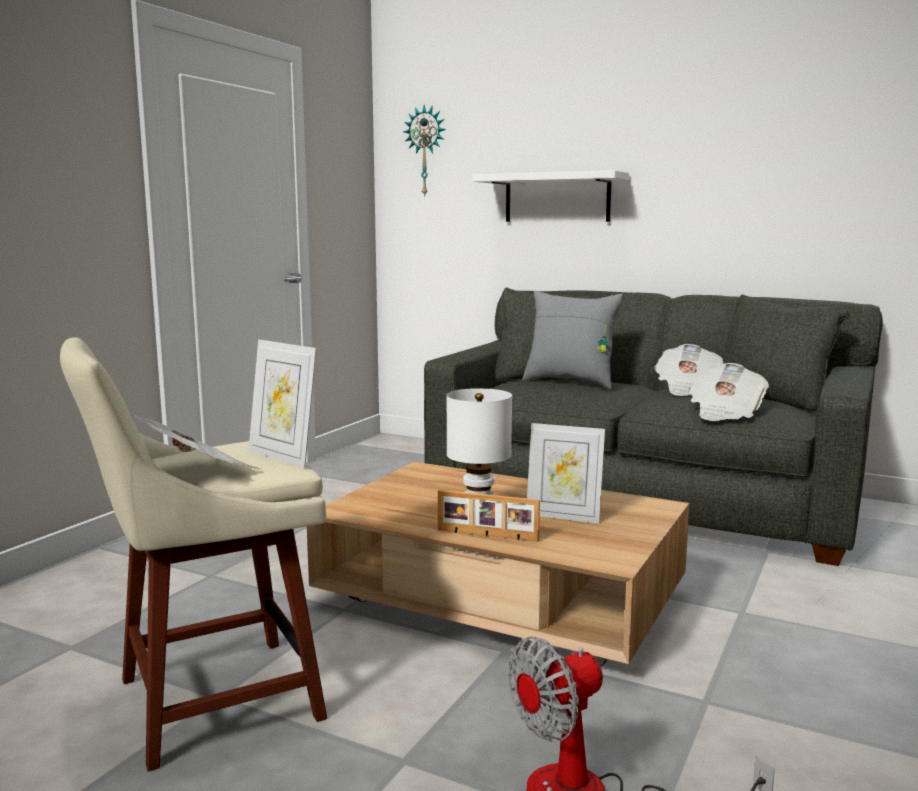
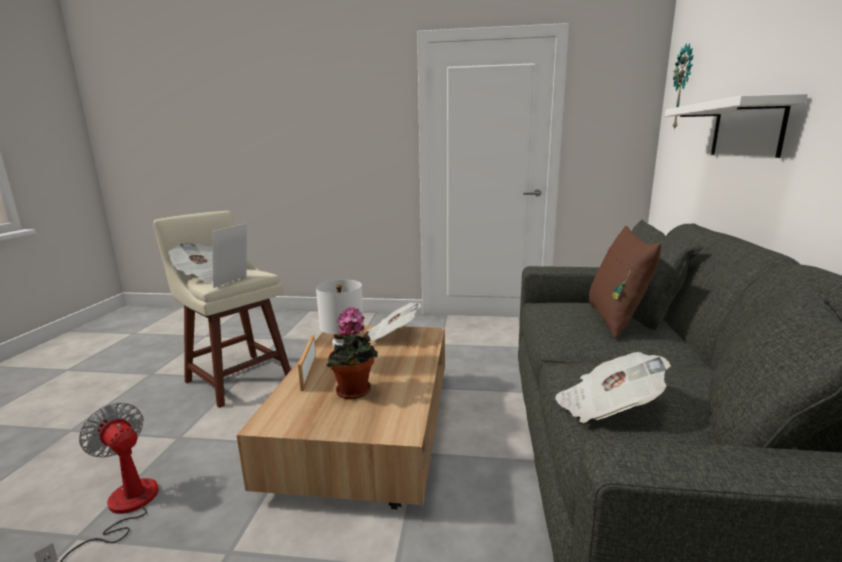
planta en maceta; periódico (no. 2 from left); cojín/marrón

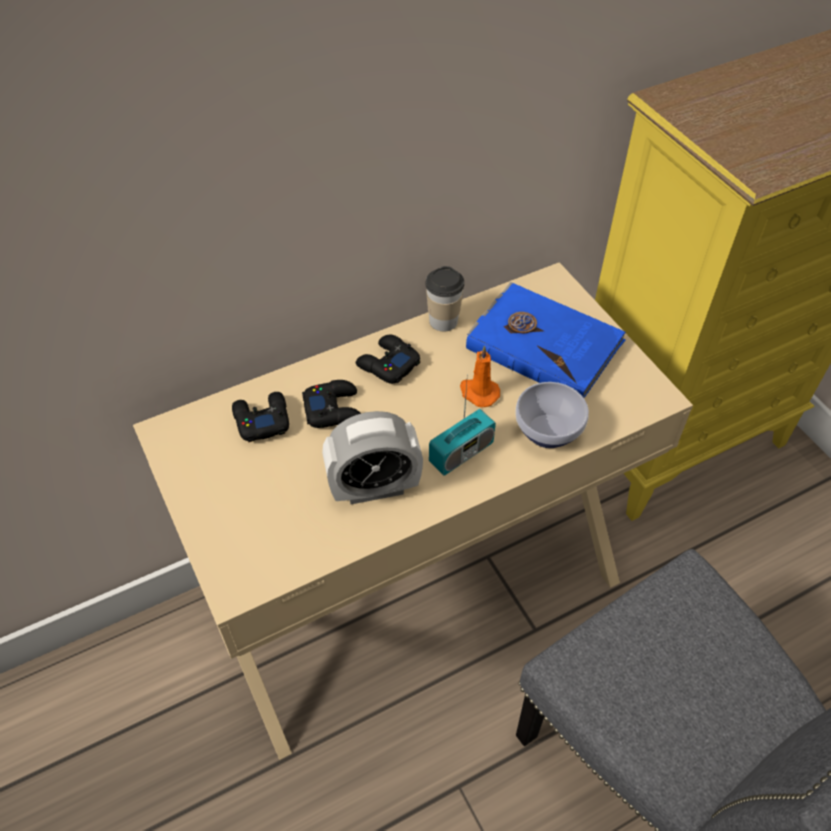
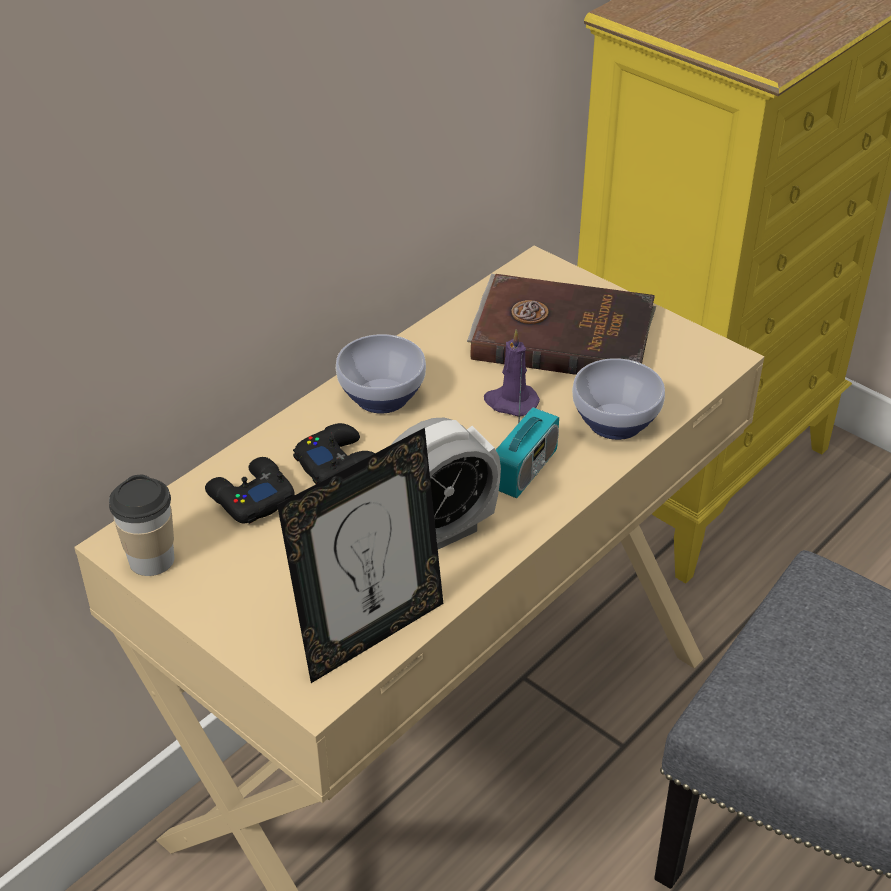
taza; portarretratos; cuenco (no. 1 from left); libro/marrón; vela/morado

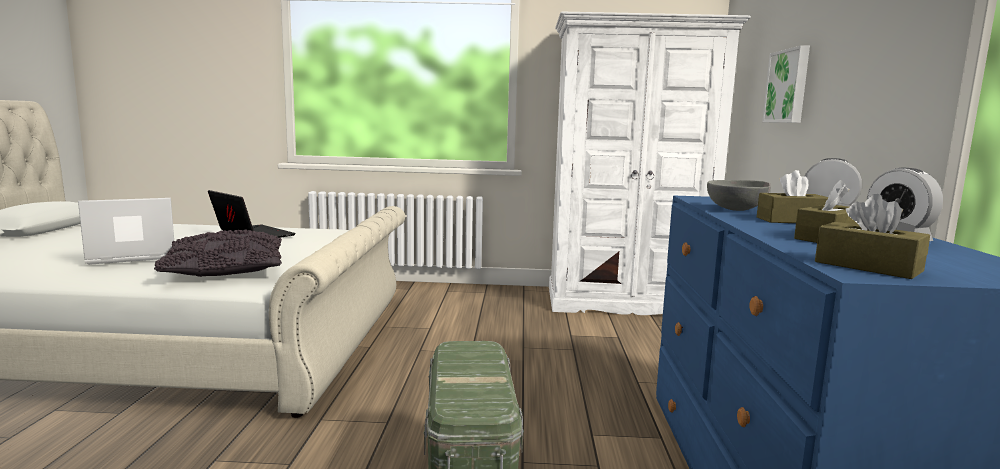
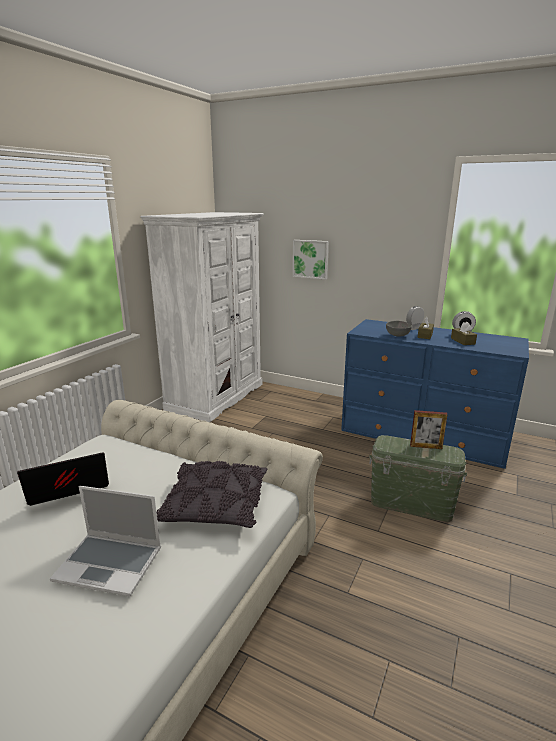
portátil (no. 2 from left); portarretratos; caja de pañuelos/marrón (no. 3 from left in the first image)

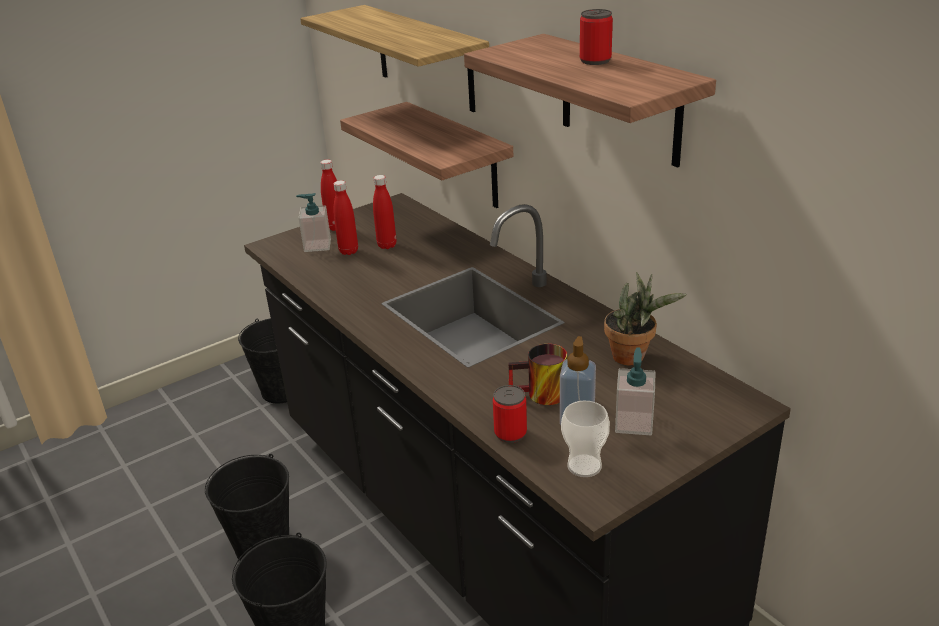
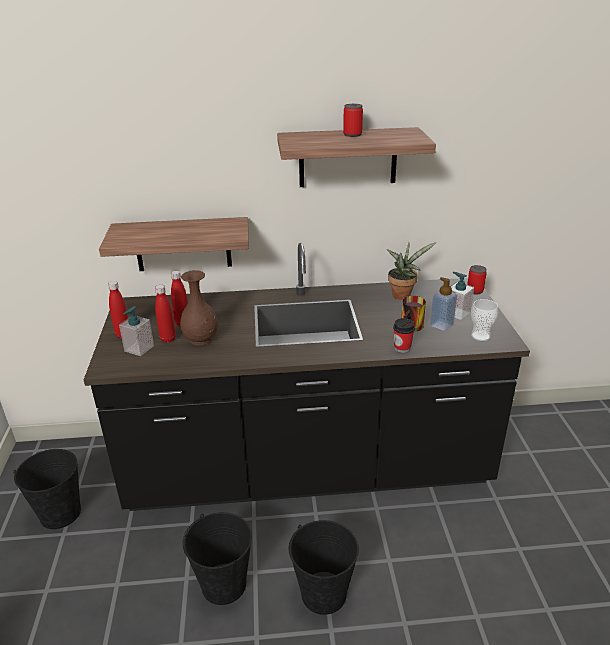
florero/marrón; taza (no. 1 from left); lata (no. 2 from left); estante (no. 1 from left in the first image)

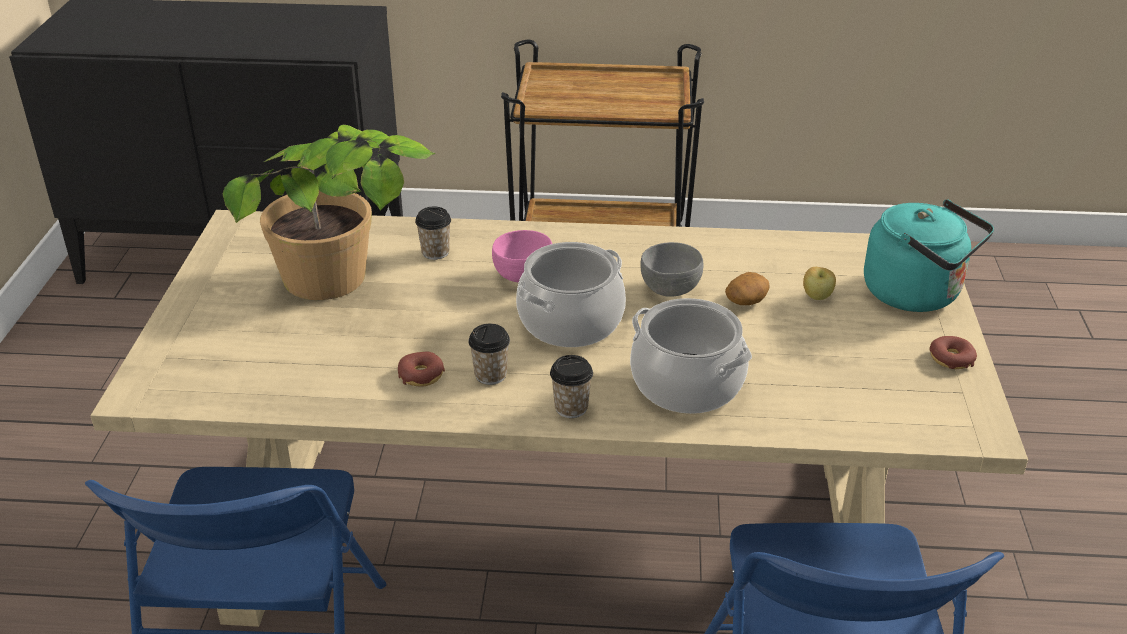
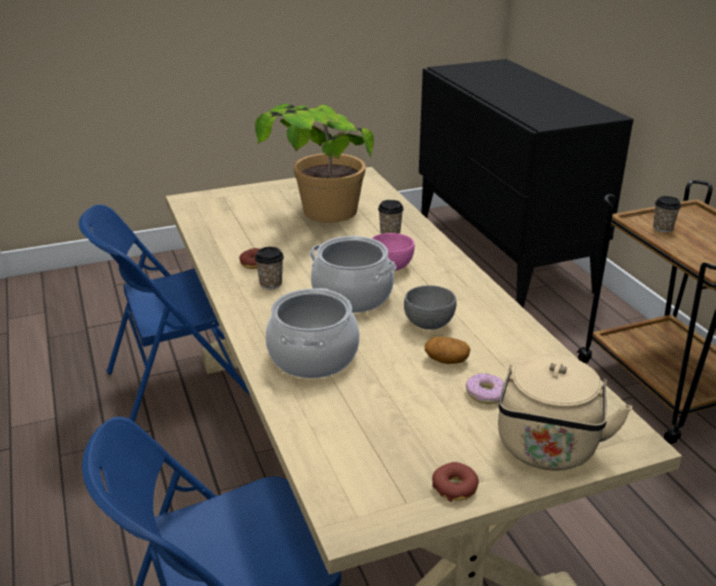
rosquilla (no. 3 from left); hervidor/beis; taza (no. 3 from left)

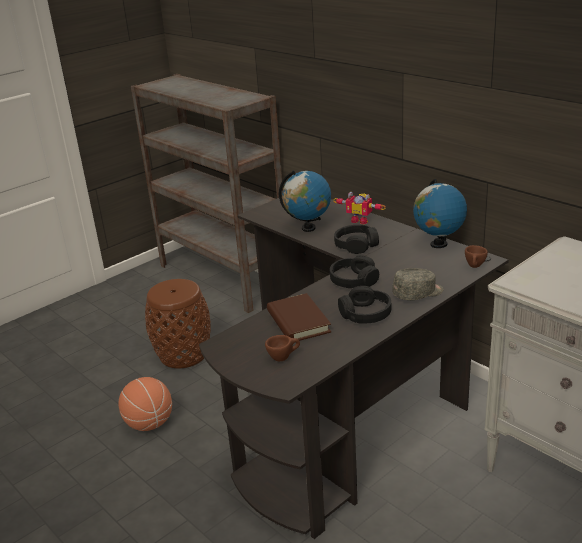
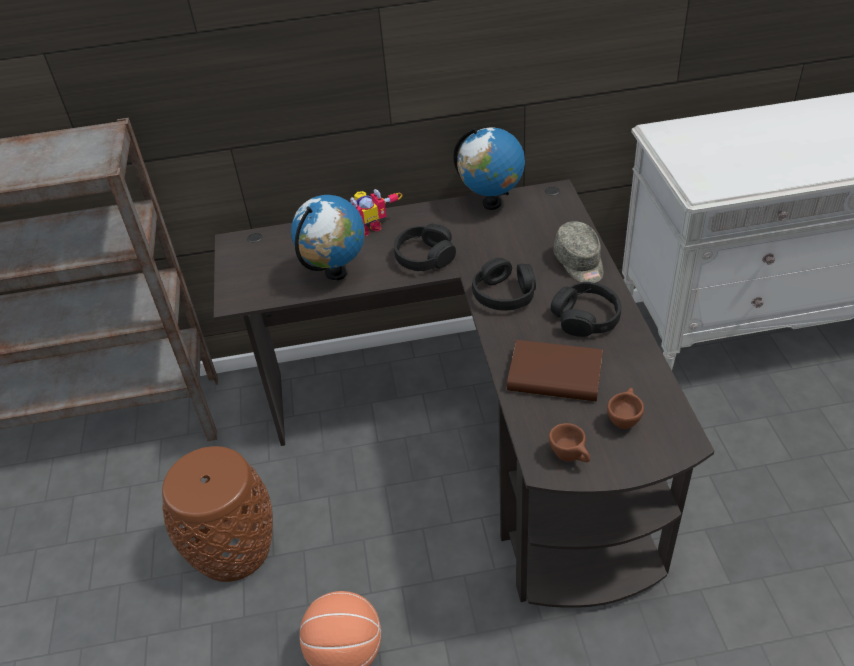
taza/marrón (no. 1 from left); gorra/gris

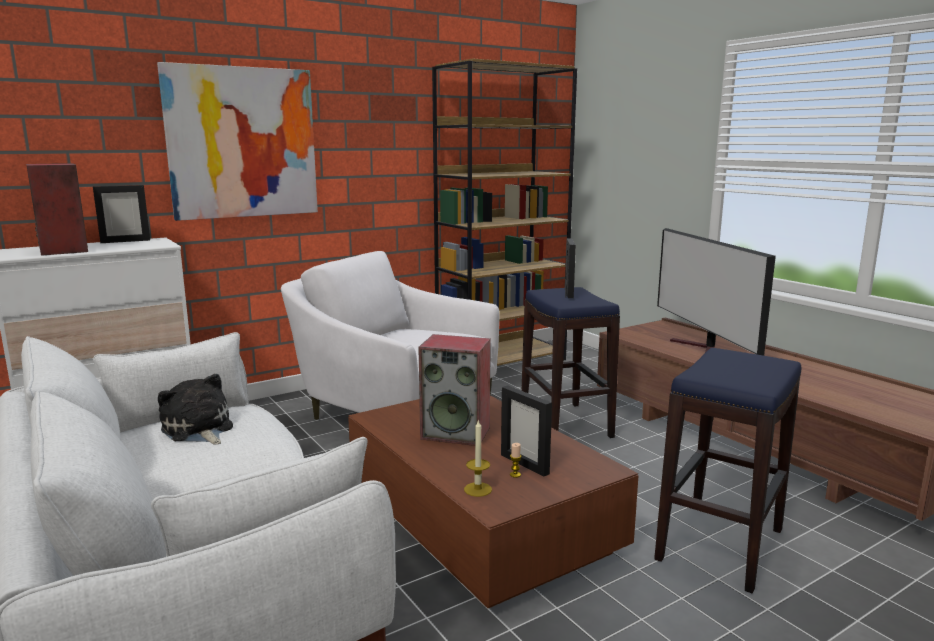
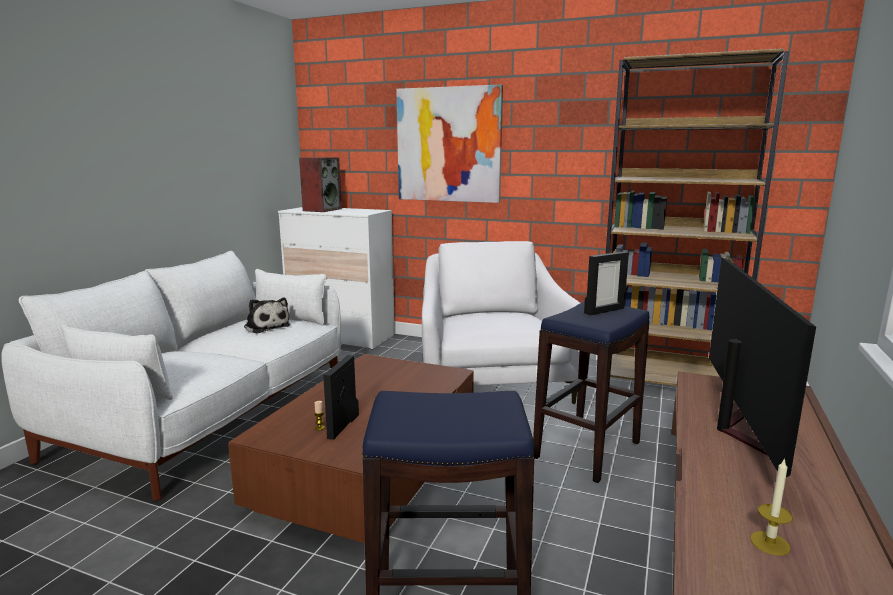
peluche; televisor; vela (no. 2 from left); portarretratos (no. 1 from left in the first image); altavoz (no. 2 from left in the first image)

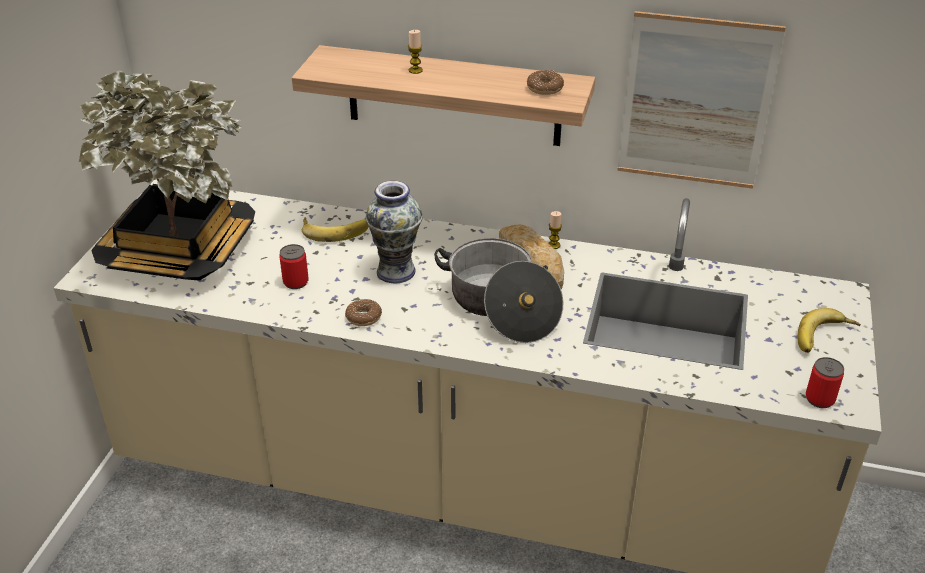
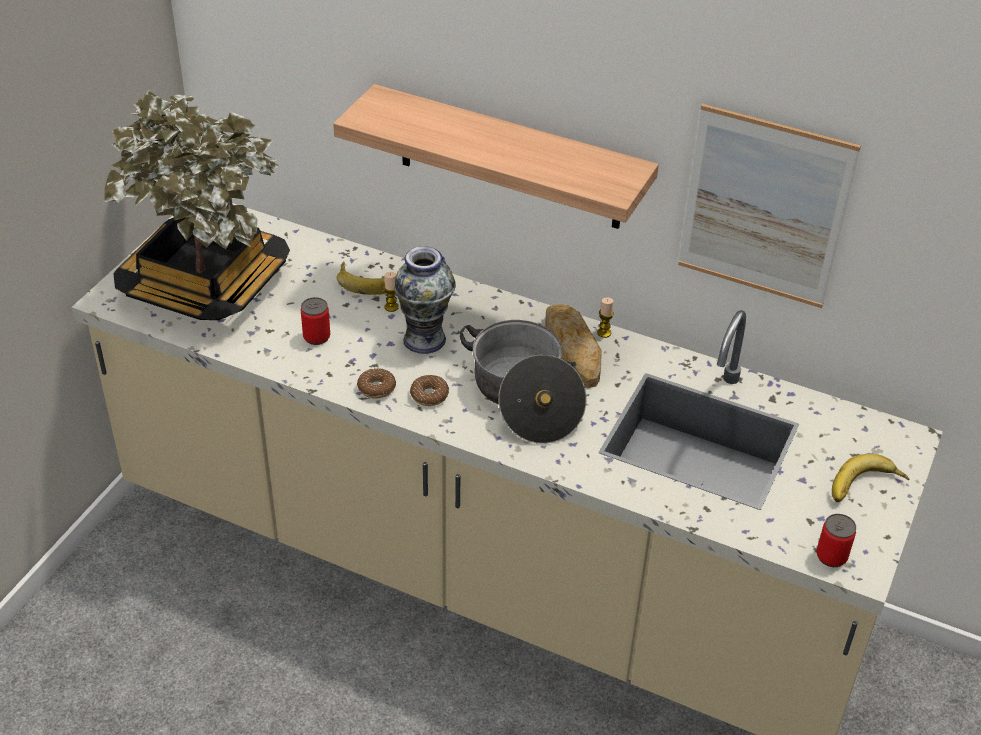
vela (no. 1 from left); rosquilla (no. 2 from left)

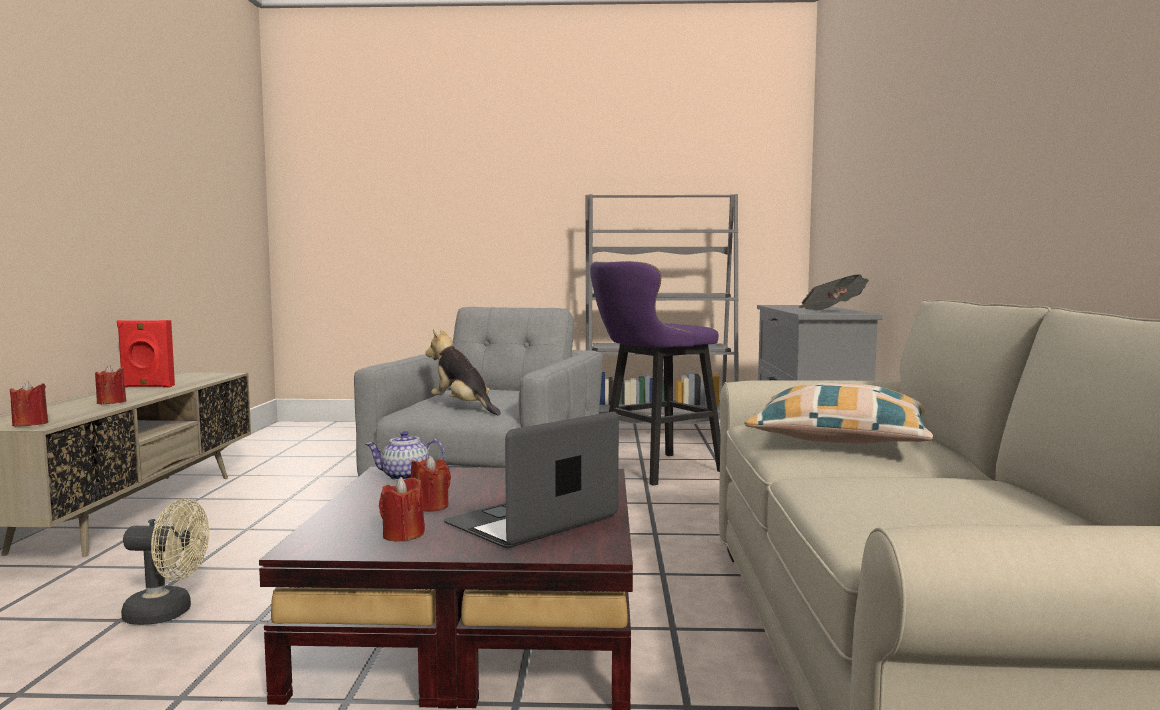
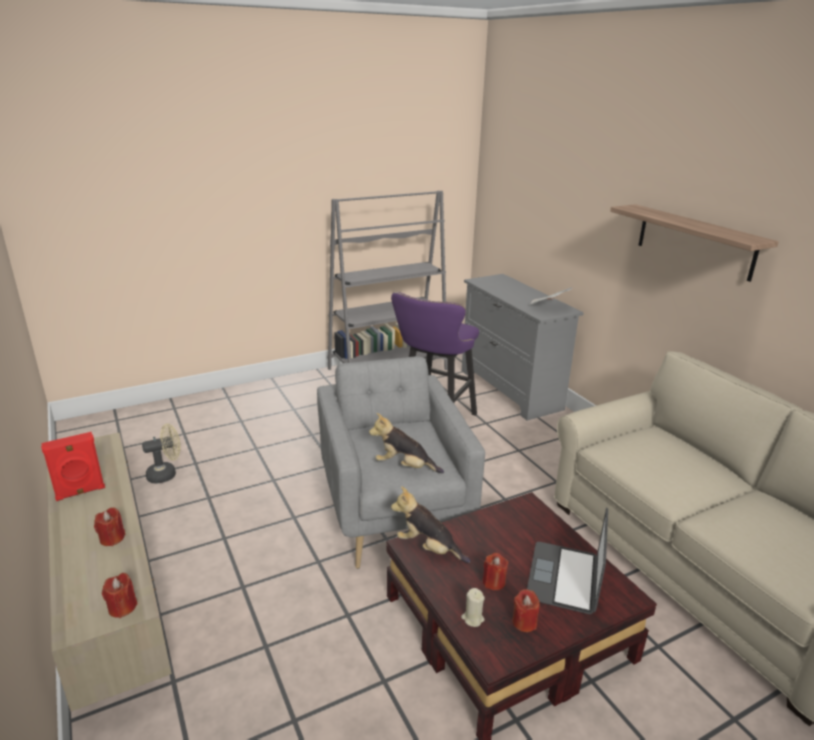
ventilador/beis; peluche (no. 2 from left); vela/beis; estante; cojín

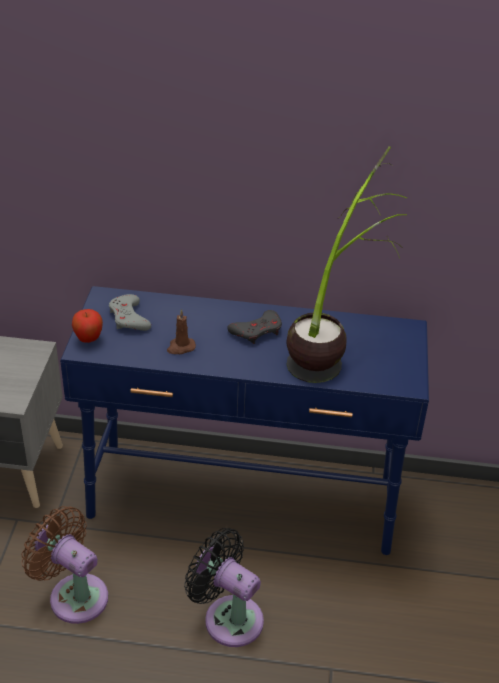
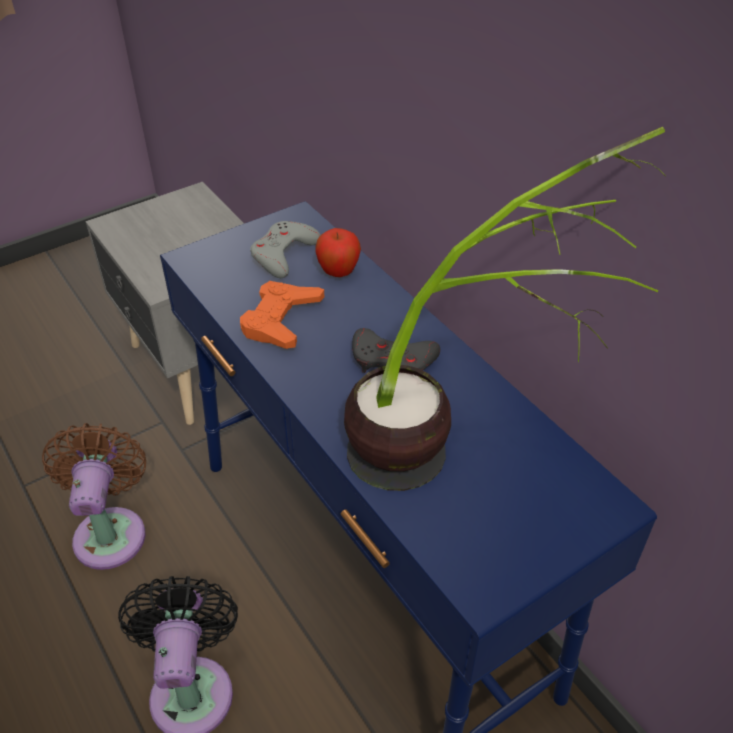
mando de consola/naranja; manzana

